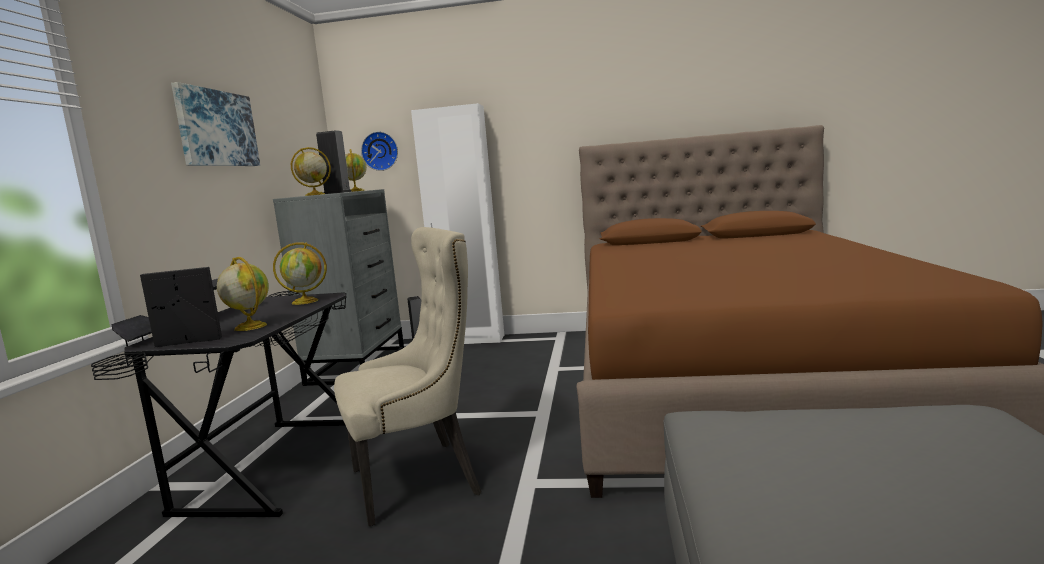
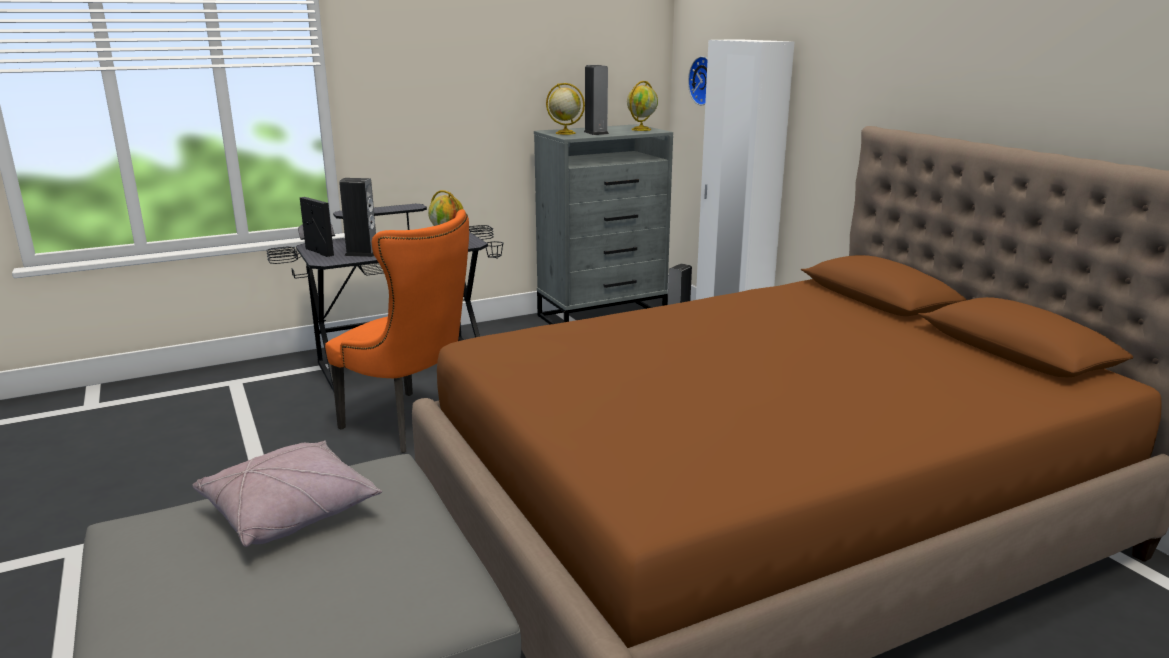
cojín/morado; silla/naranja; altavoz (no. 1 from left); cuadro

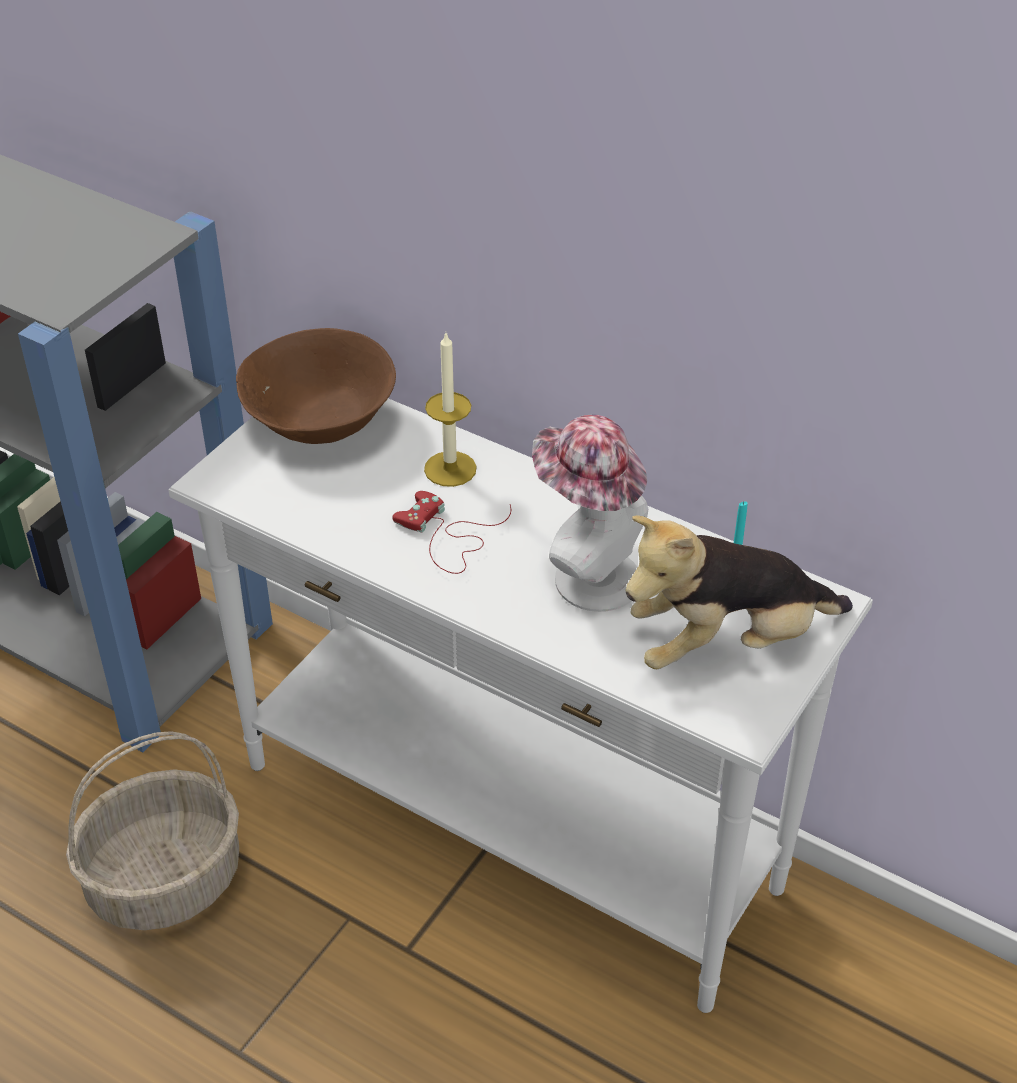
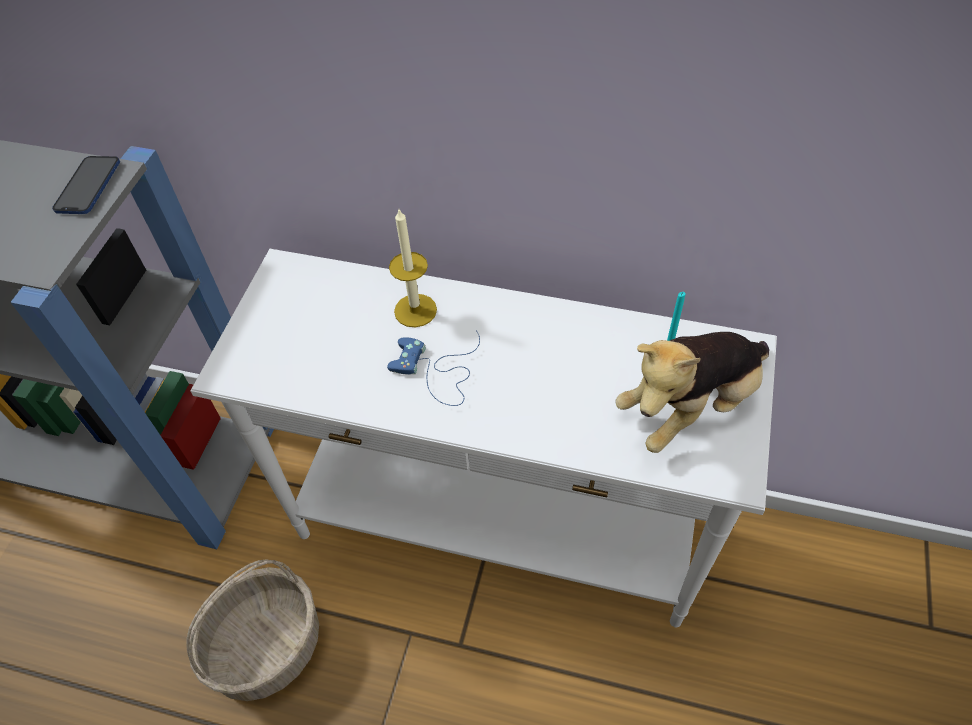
móvil; mando de consola/azul; cuenco/marrón; sombrero

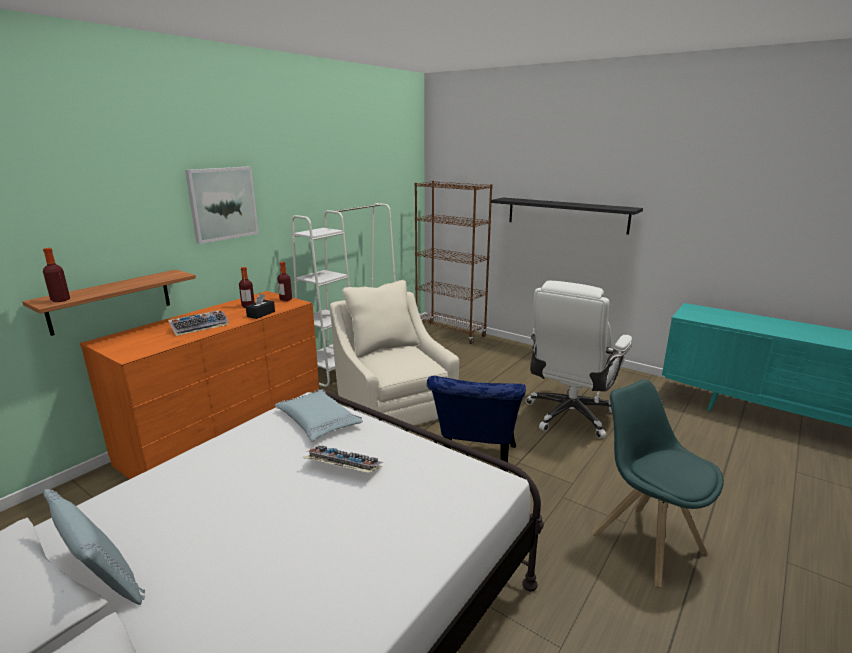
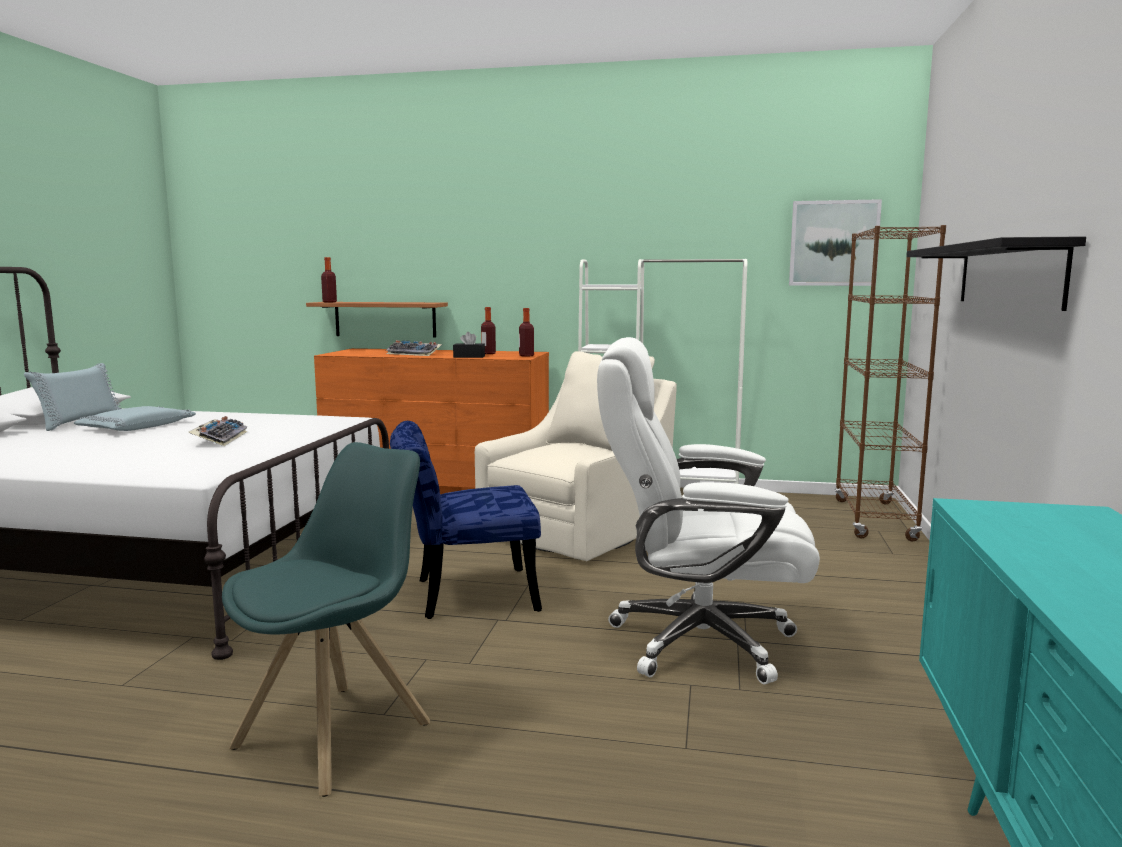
cojín/azul (no. 2 from left); cuadro

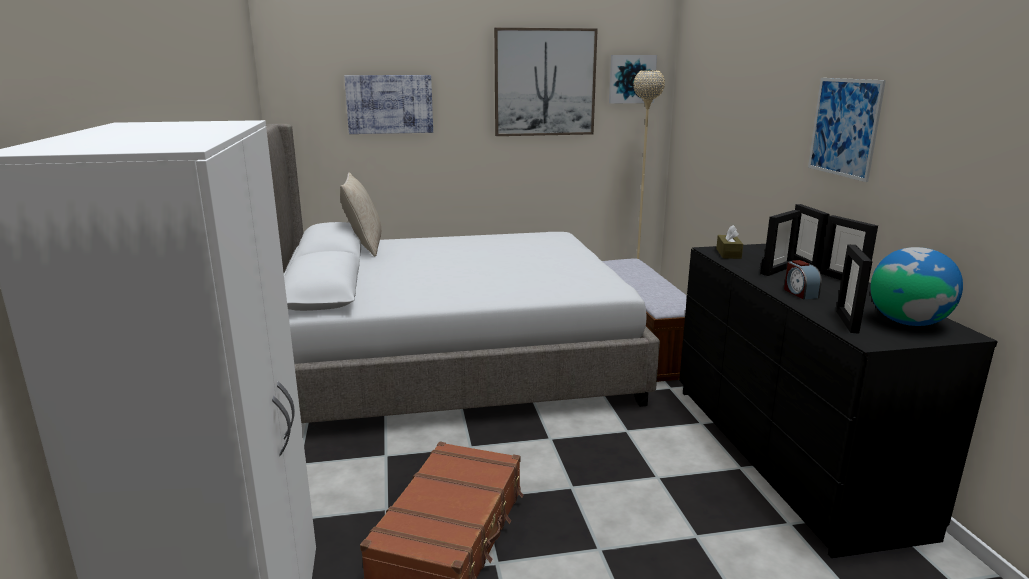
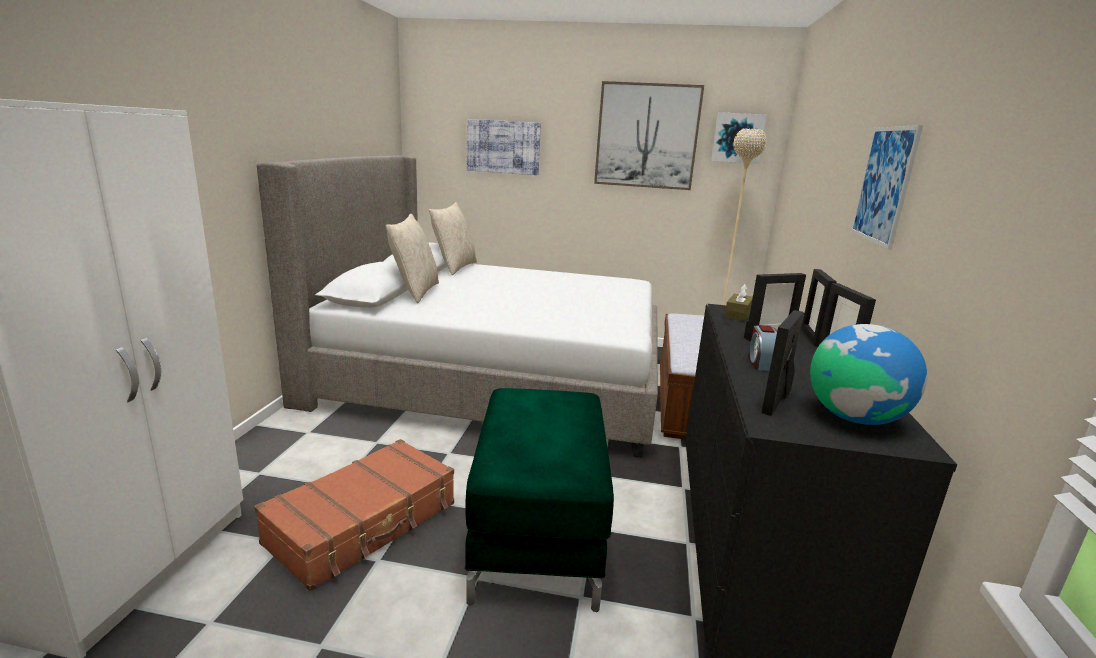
cojín/beis (no. 1 from left); puf/verde

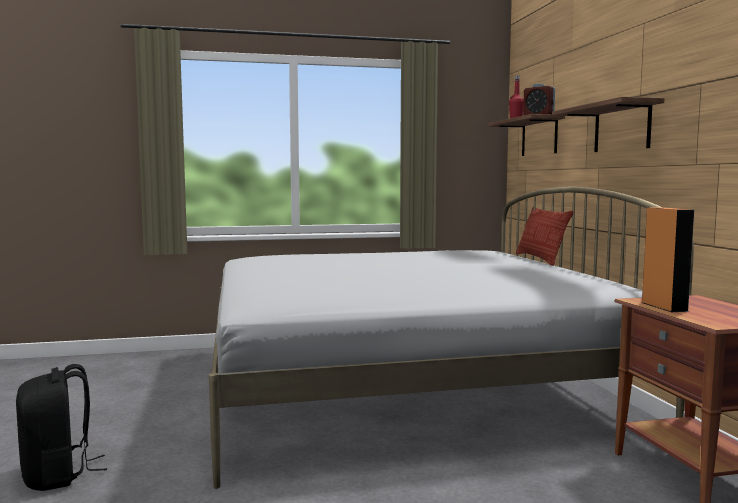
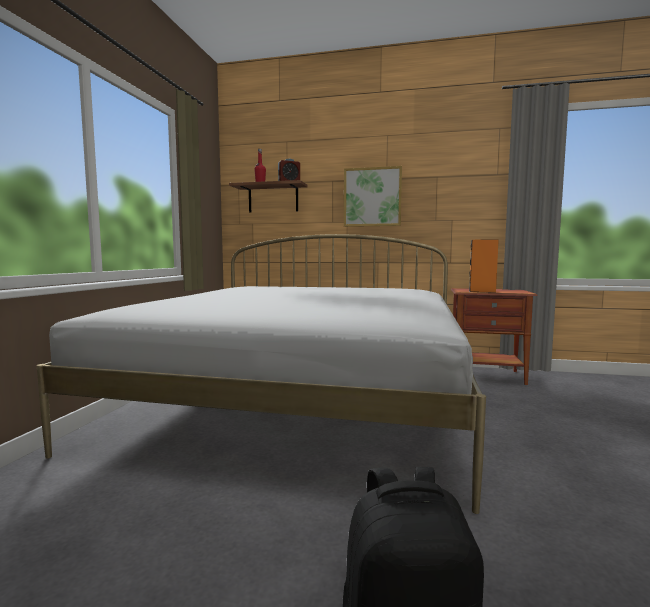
cuadro; cojín

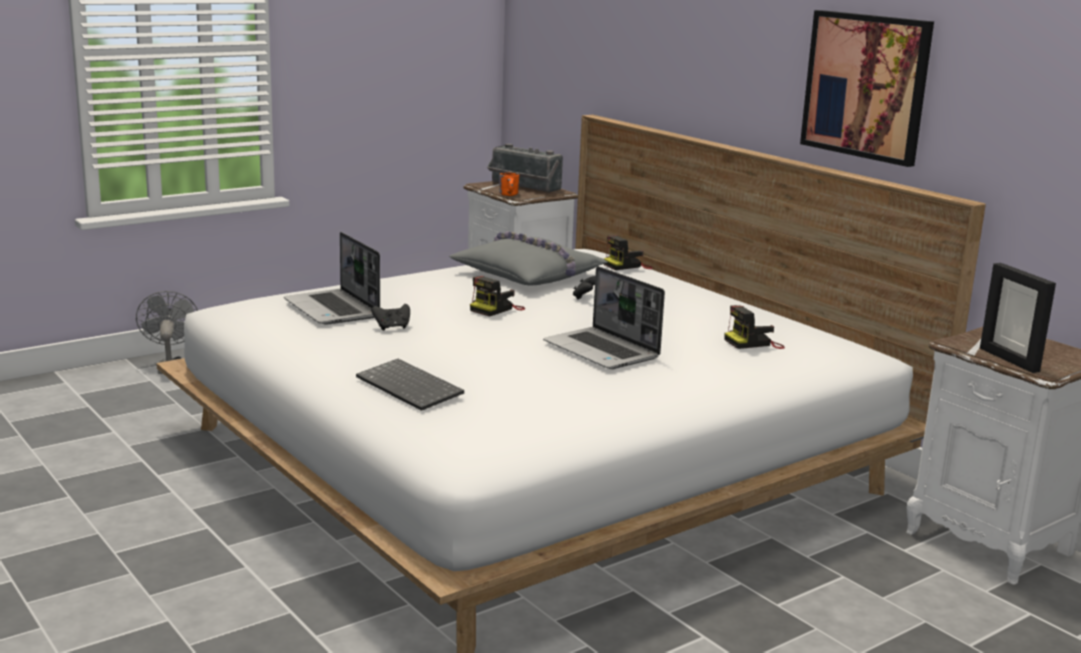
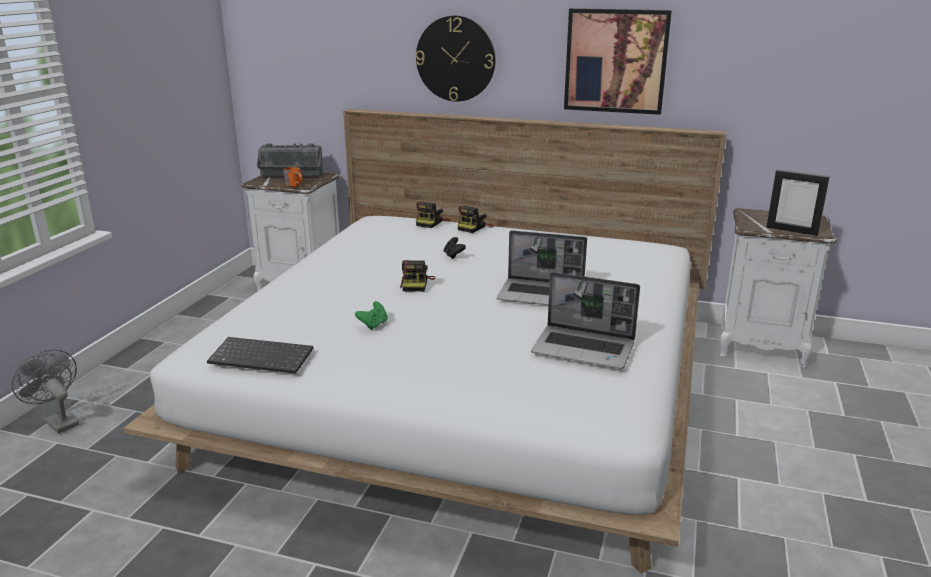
teclado; mando de consola/verde; reloj de pared; cámara (no. 3 from left); portátil (no. 2 from left); cojín/gris

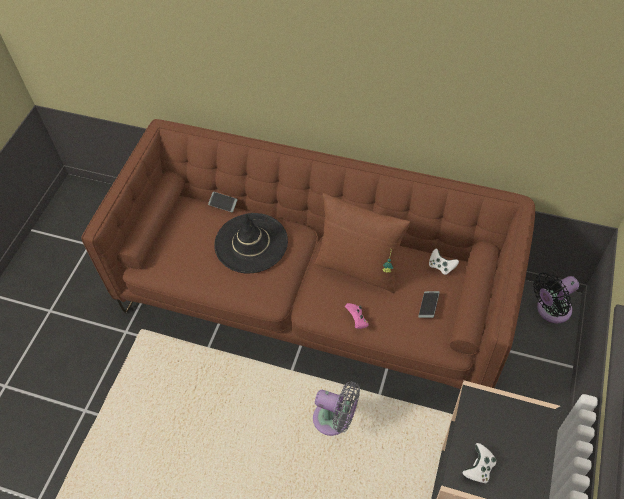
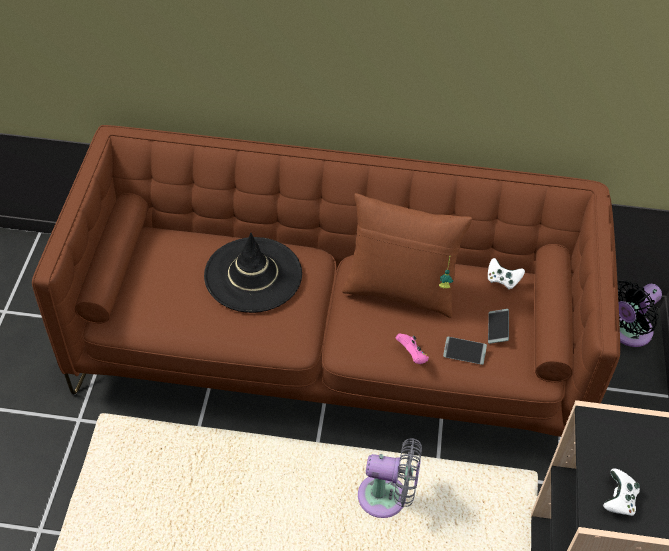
móvil (no. 1 from left)

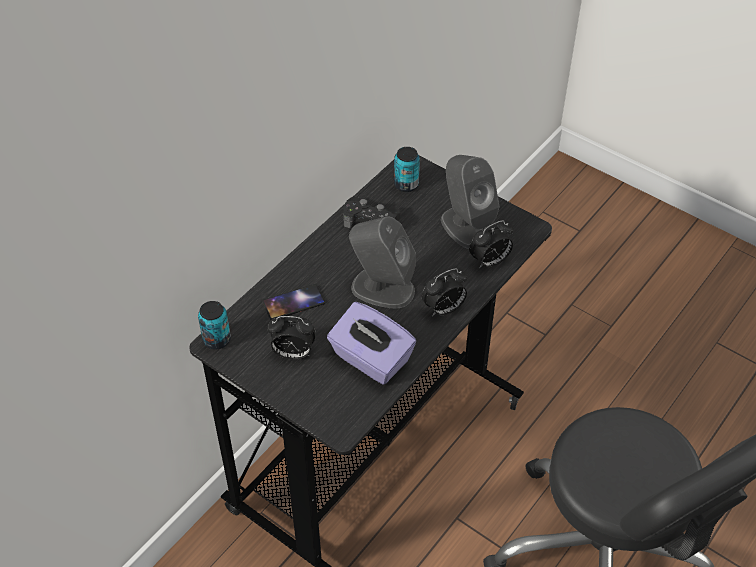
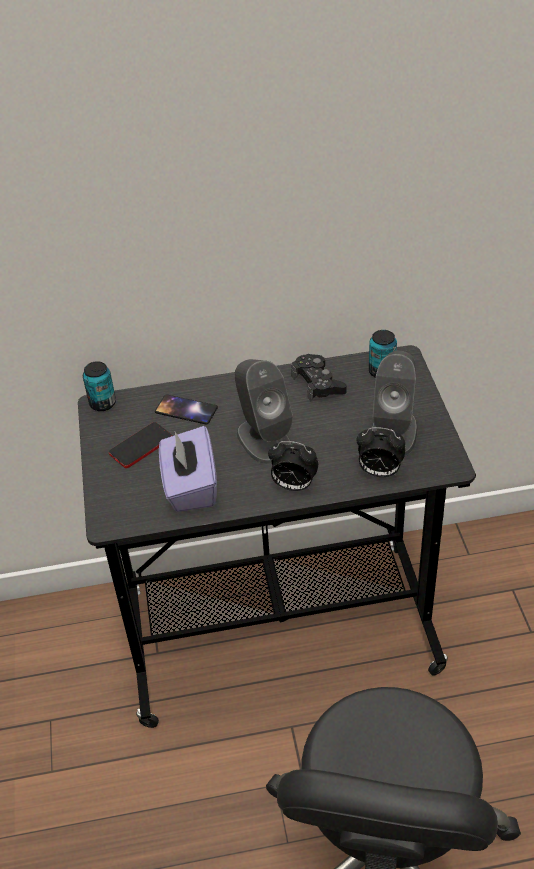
móvil (no. 1 from left)

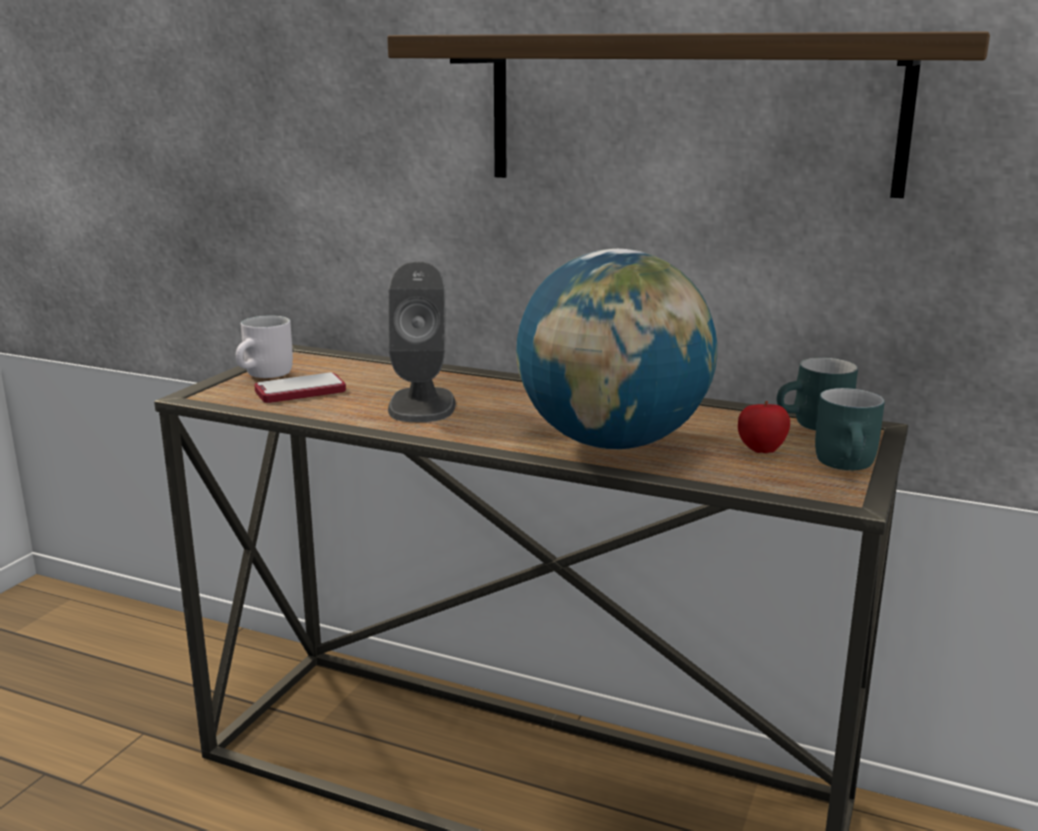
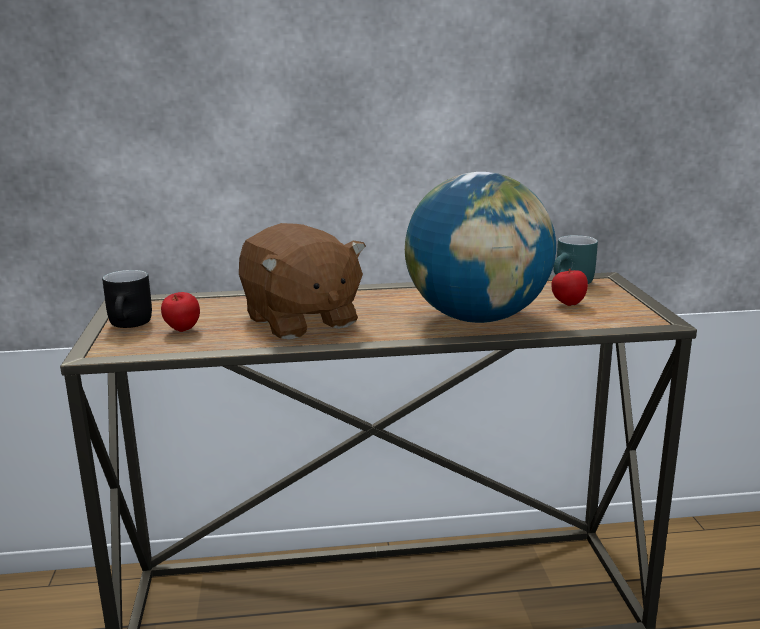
taza grande/negro; manzana (no. 1 from left); peluche/marrón; estante; taza grande/turquesa (no. 2 from left in the first image)

